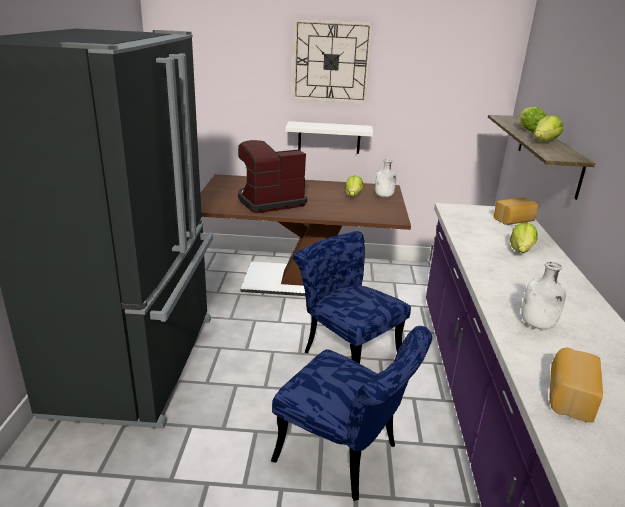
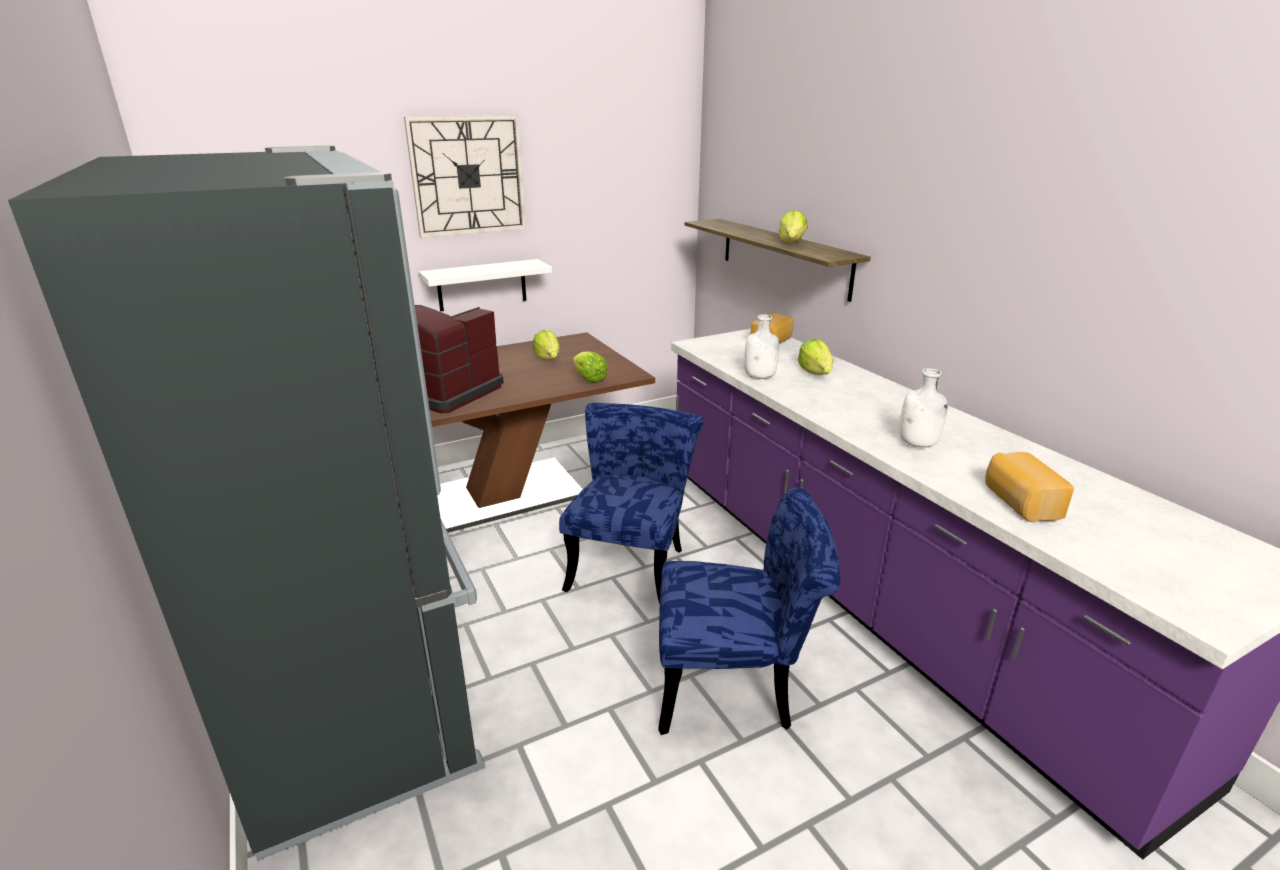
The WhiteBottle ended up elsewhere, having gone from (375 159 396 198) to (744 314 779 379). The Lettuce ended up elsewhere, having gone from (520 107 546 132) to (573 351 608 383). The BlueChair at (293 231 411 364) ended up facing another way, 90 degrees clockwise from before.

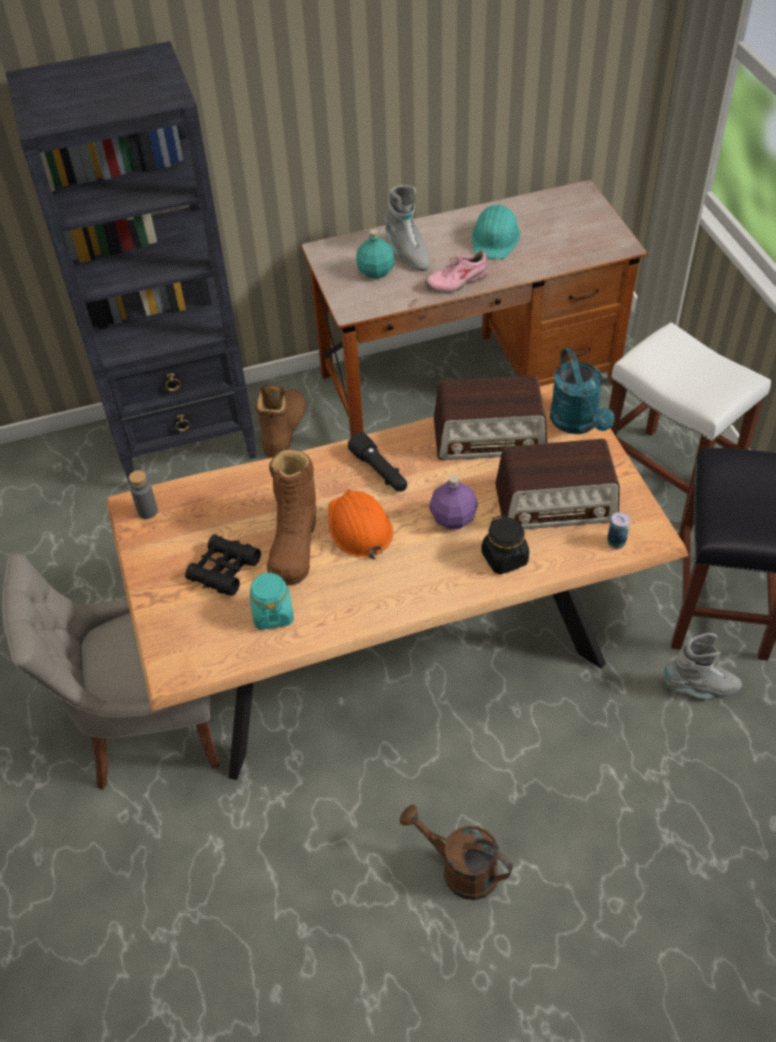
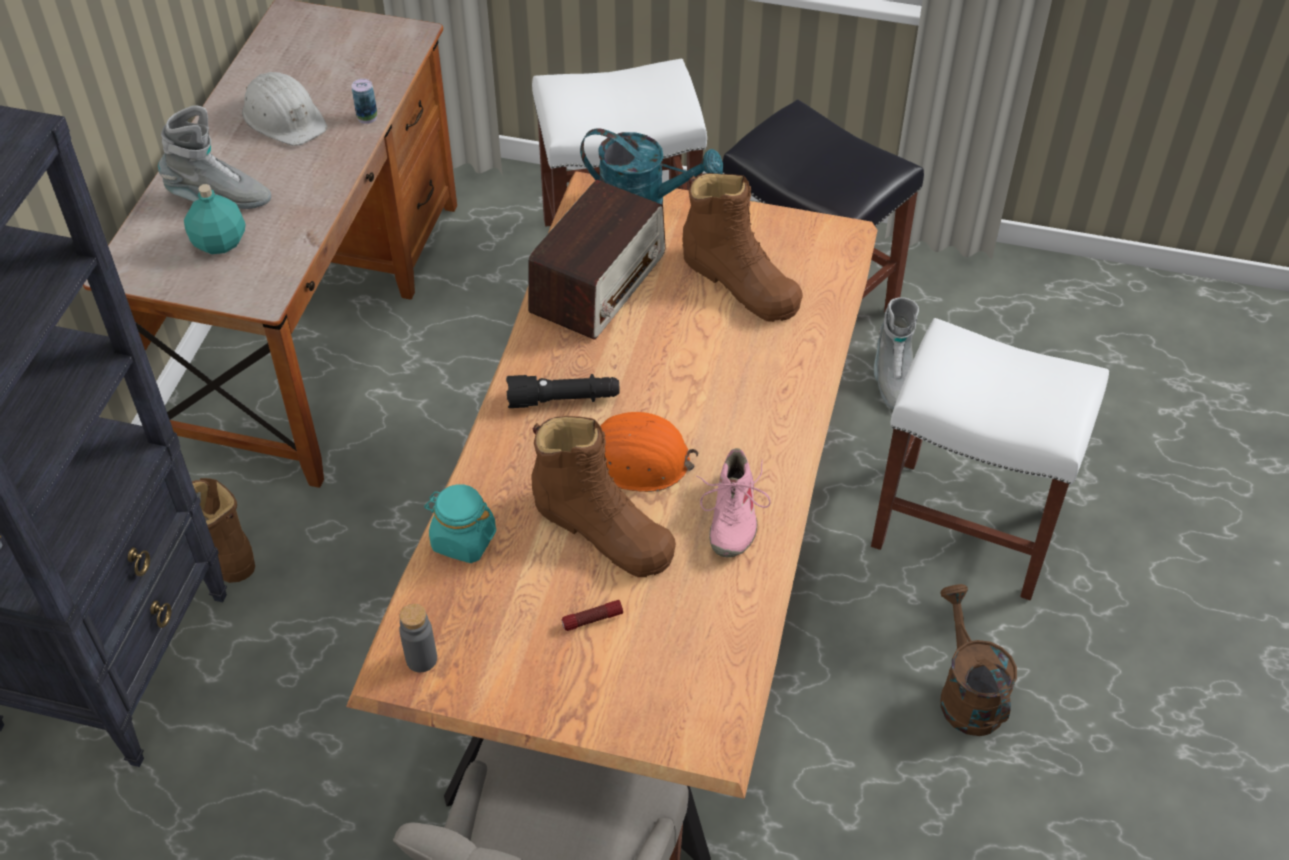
The second view lost the PurpleBottle at (429 475 478 529). The second view lost the BlackJar at (481 515 529 574). The second view gained the WhiteStool at (871 318 1109 600). The TurquoiseJar ended up elsewhere, having gone from (250 570 294 630) to (424 484 496 563). The PinkShoe ended up elsewhere, having gone from (425 250 489 293) to (696 448 771 558). The Can ended up elsewhere, having gone from (607 512 630 549) to (352 79 377 124). Where the BlackBinoculars stood at (185 534 261 596), the Flashlight came to stand at (561 600 623 631). Where the Radio stood at (495 439 620 529), the BrownBoot came to stand at (682 173 803 322). What was the TurquoiseHardHat at (472 205 520 259) turned into the WhiteHardHat at (242 72 327 146). The BrownWateringCan at (399 805 513 900) ended up facing another way, 105 degrees clockwise from before. The GreyBoot at (664 633 742 699) ended up facing another way, 150 degrees clockwise from before.

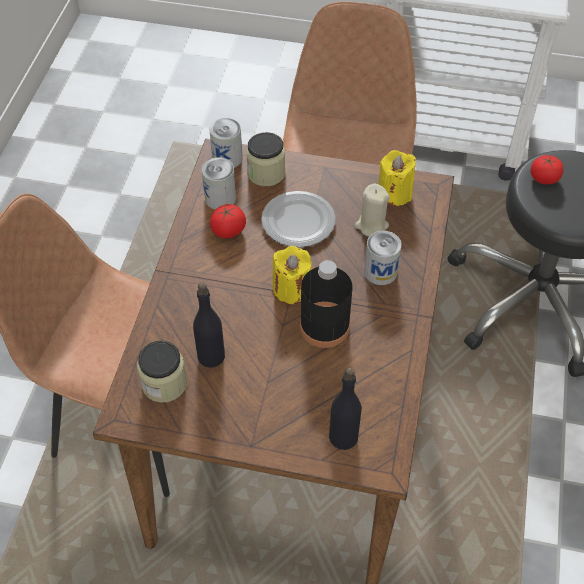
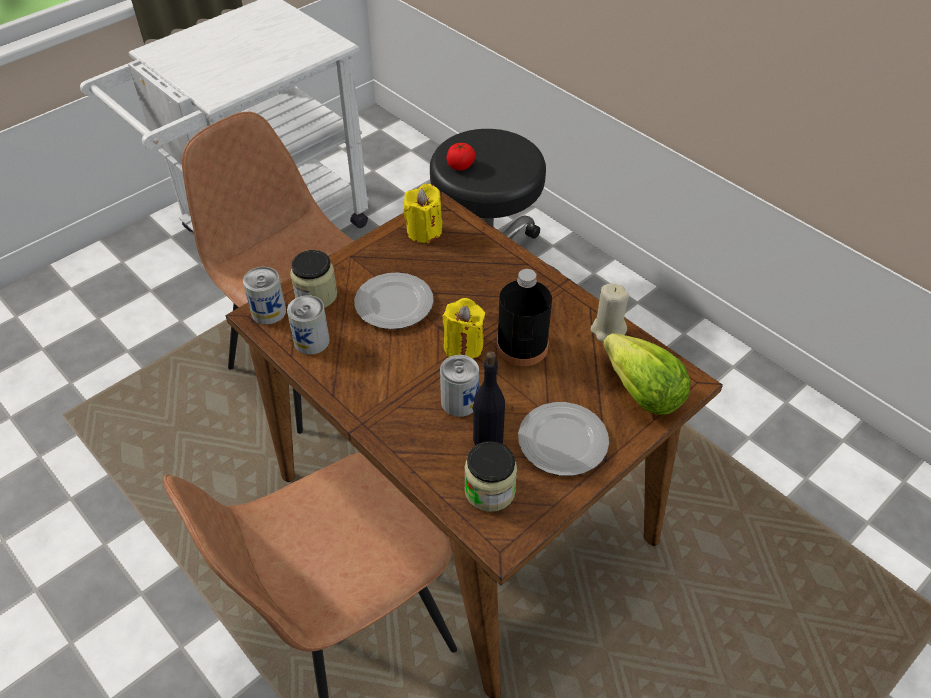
The second view lost the Tomato at (210 204 246 238). The second view gained the Plate at (518 402 609 476). The BeigeCandle ended up elsewhere, having gone from (355 184 390 237) to (591 283 629 341). The Can ended up elsewhere, having gone from (364 231 401 285) to (440 355 479 417). Where the BlackBottle stood at (329 367 362 450), the Lettuce came to stand at (603 333 691 415).

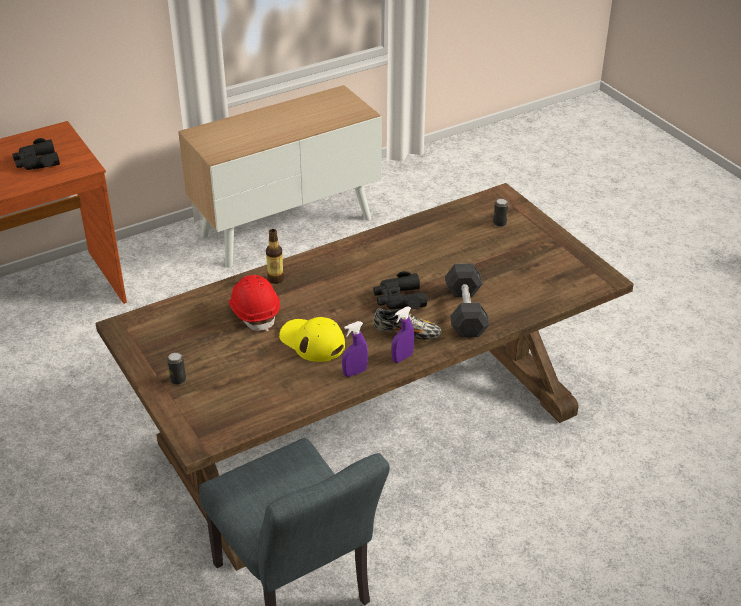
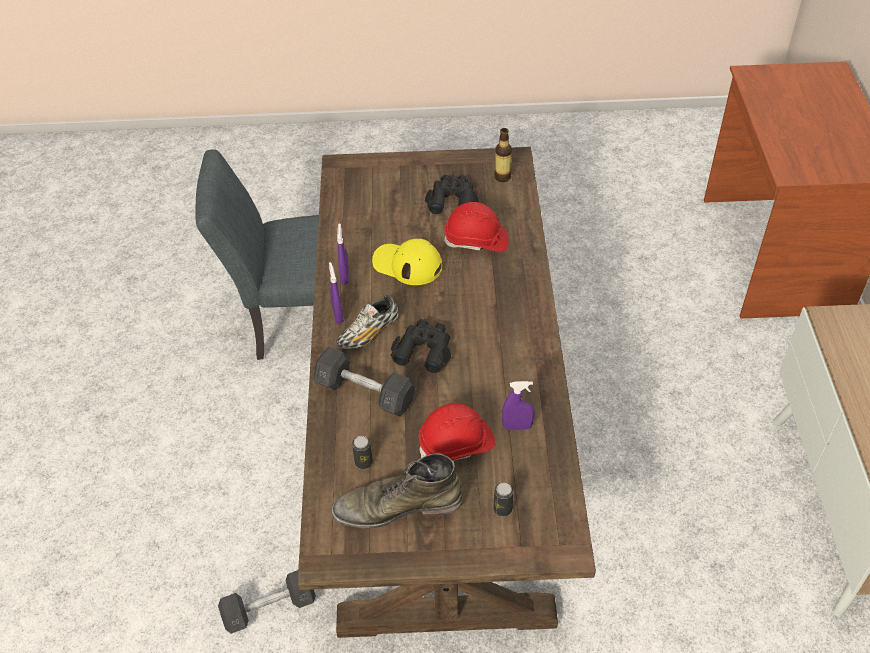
The second view gained the GreyDumbbell at (218 570 316 634). The second view gained the GreenBoot at (331 453 463 528). The second view gained the RedHardHat at (419 403 496 460). The second view gained the PurpleSprayBottle at (502 381 535 430). The BlackBinoculars ended up elsewhere, having gone from (12 138 60 170) to (425 175 479 214). The Can ended up elsewhere, having gone from (167 352 186 385) to (352 436 373 469). The Bottle ended up elsewhere, having gone from (266 229 284 284) to (494 128 512 182). The YellowCap at (279 317 345 362) ended up facing another way, 135 degrees counterclockwise from before.

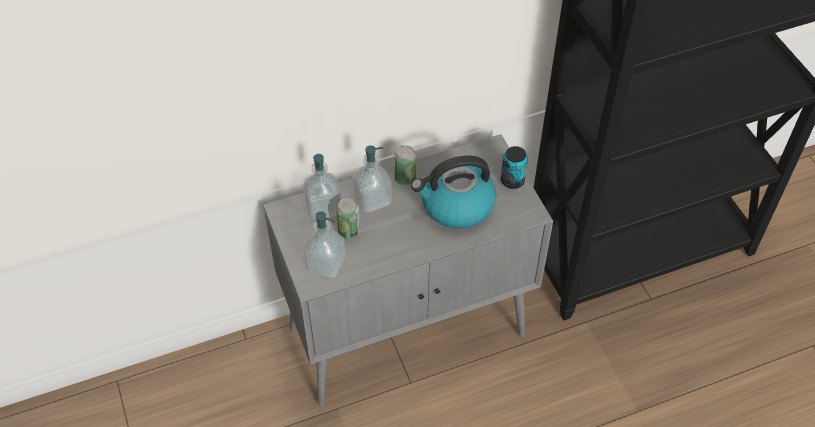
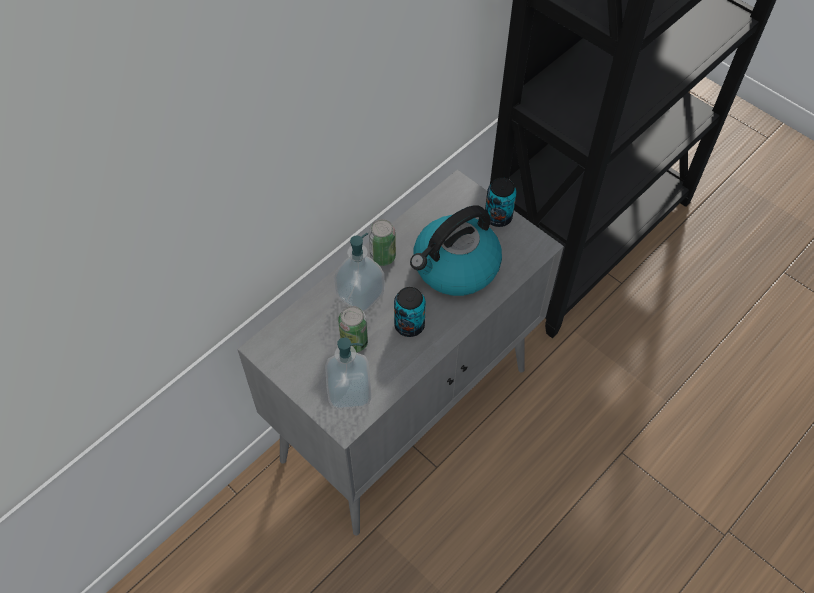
The second view lost the SoapDispenser at (304 154 341 220). The second view gained the Can at (394 287 426 337).

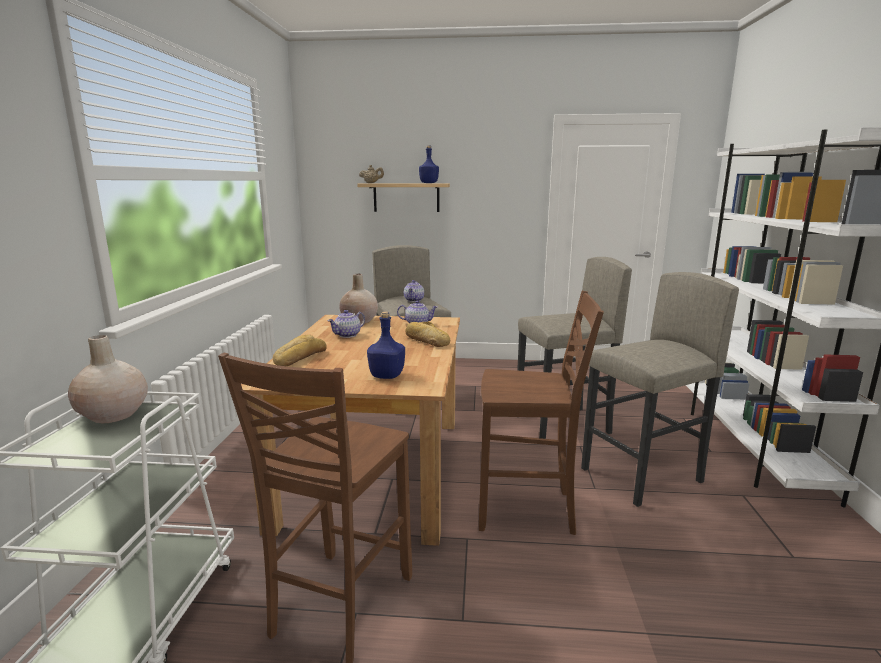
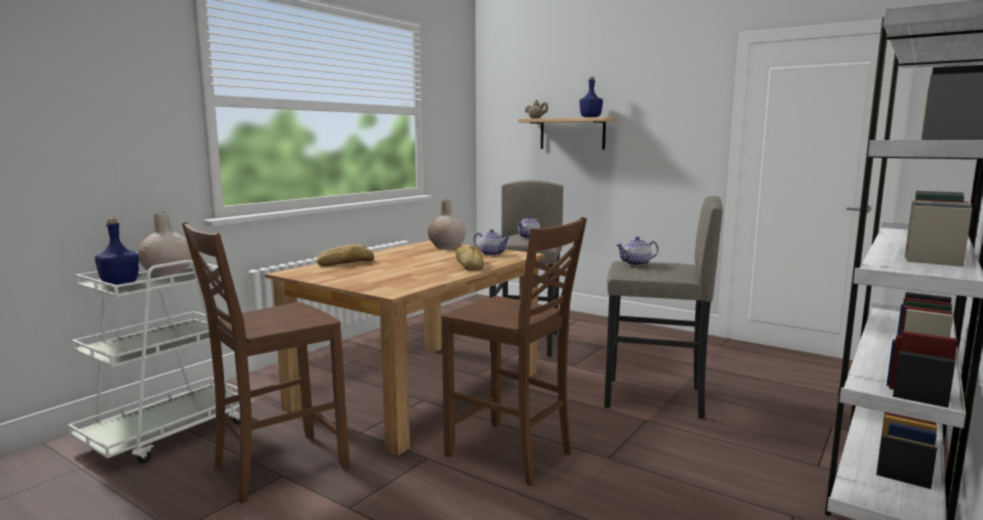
The second view lost the GreyStool at (581 272 739 507). The Teapot ended up elsewhere, having gone from (328 310 365 338) to (616 237 658 266). The BlueBottle ended up elsewhere, having gone from (367 311 405 379) to (95 218 139 285).

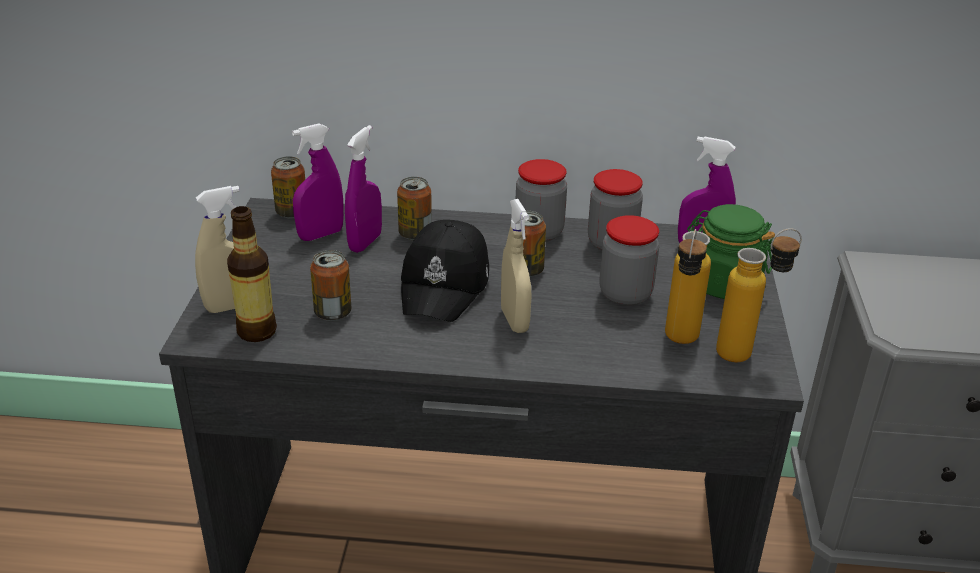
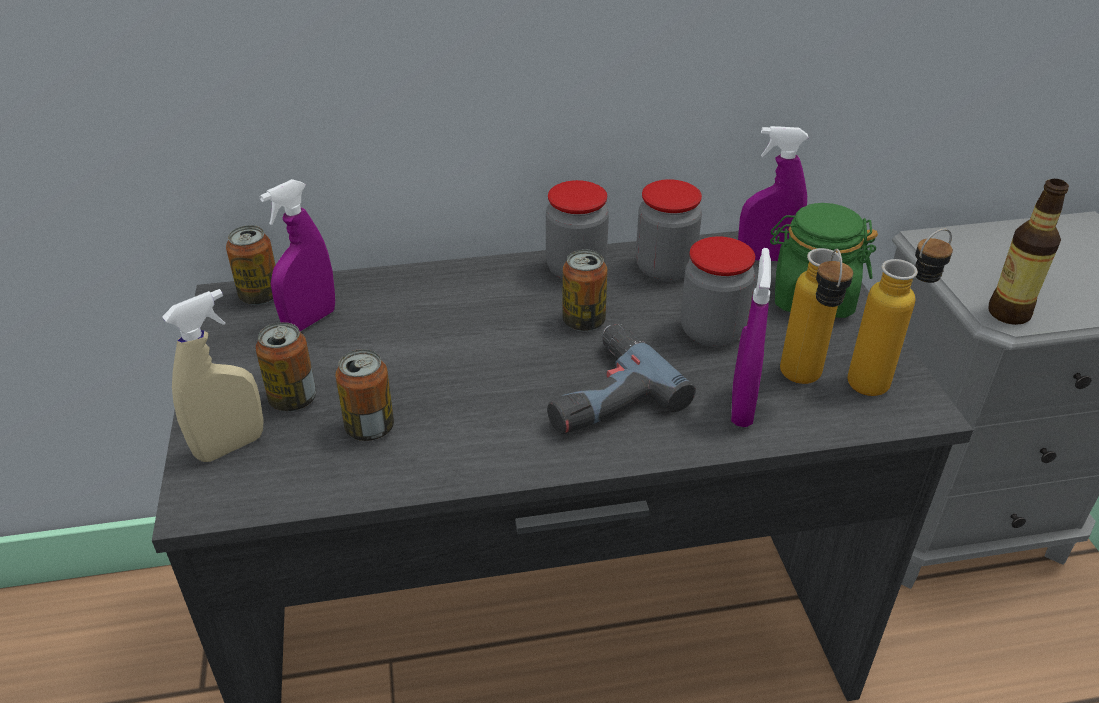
The second view lost the BlackCap at (401 220 489 322). The Bottle ended up elsewhere, having gone from (227 206 277 342) to (989 179 1069 325). The PurpleSprayBottle ended up elsewhere, having gone from (345 125 382 253) to (731 248 771 427). The Can ended up elsewhere, having gone from (397 177 432 240) to (256 322 316 411). Where the BeigeSprayBottle stood at (501 199 532 333), the PowerDrill came to stand at (547 324 696 434).

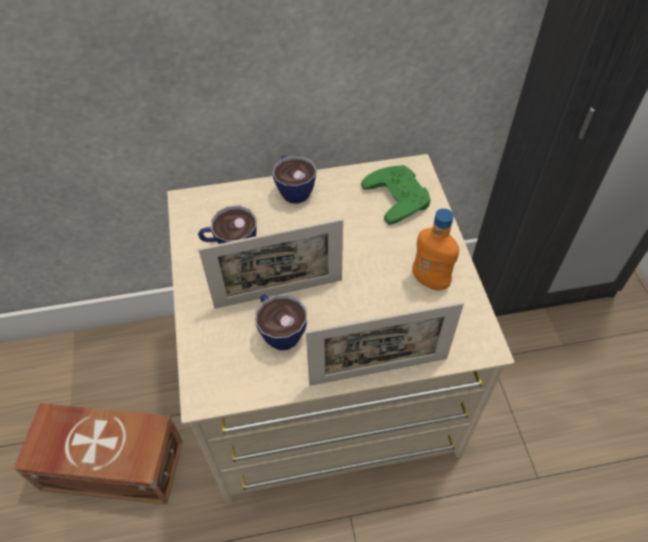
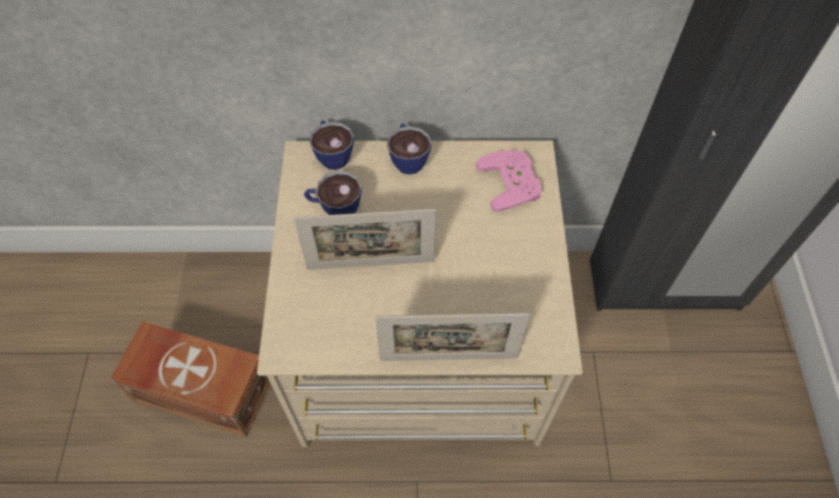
The second view lost the OrangeBottle at (412 208 459 291). The Cup ended up elsewhere, having gone from (255 294 307 350) to (309 120 354 170). What was the GreenGameController at (361 165 431 225) turned into the PinkGameController at (476 150 541 212).

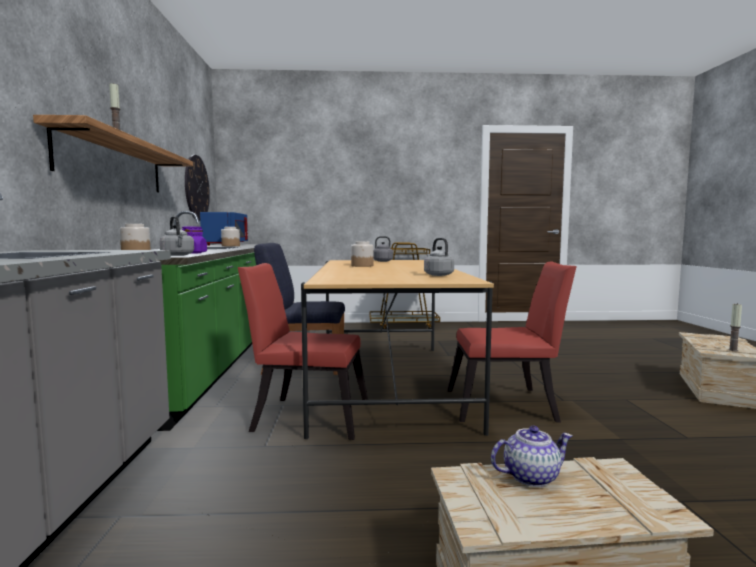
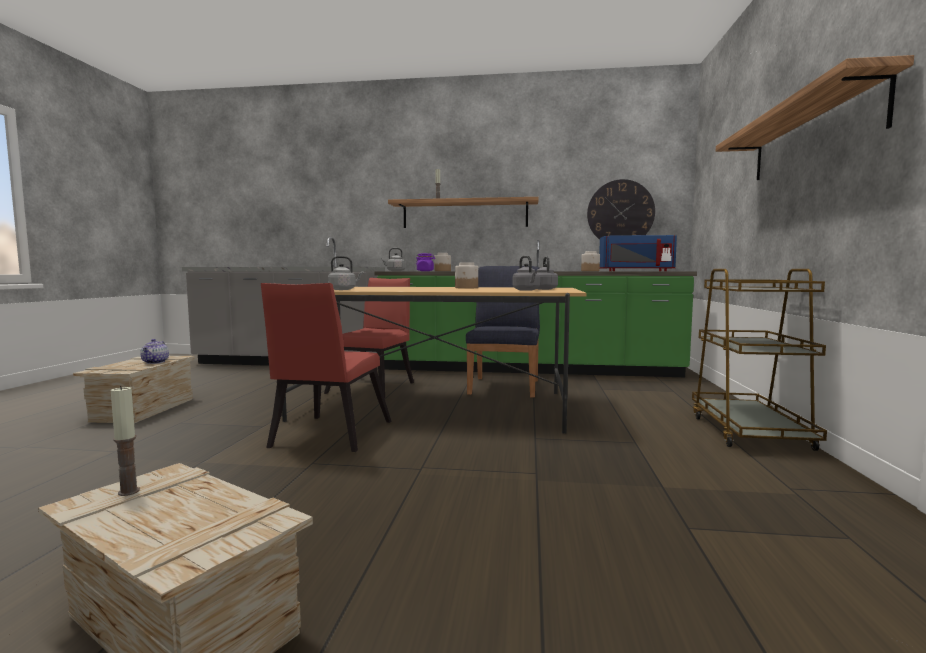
The second view gained the GreyKettle at (512 256 540 291). The second view gained the Shelf at (716 55 914 180).

